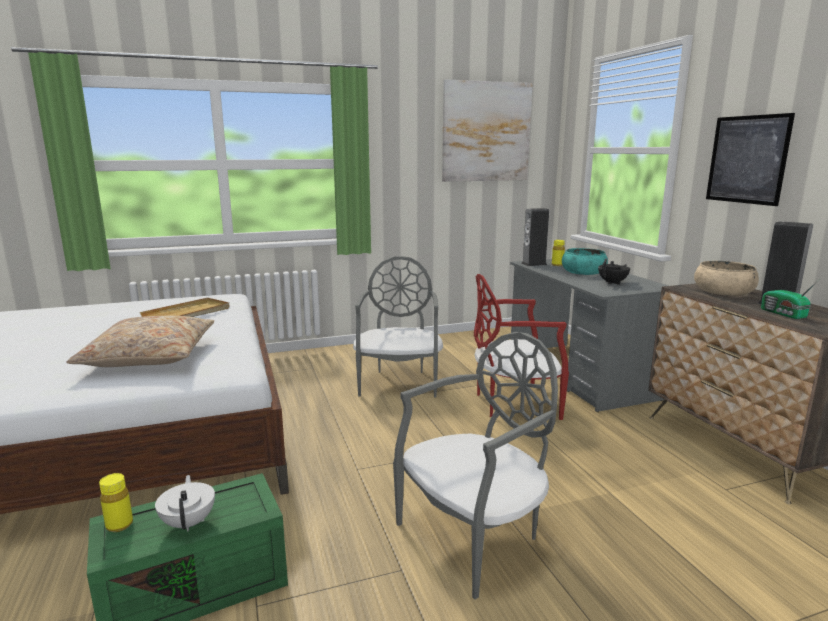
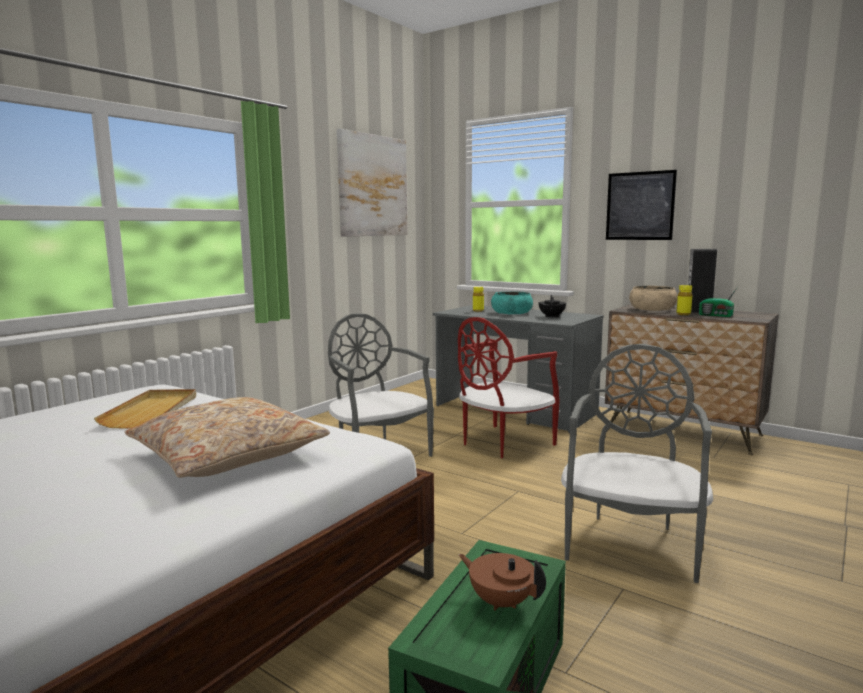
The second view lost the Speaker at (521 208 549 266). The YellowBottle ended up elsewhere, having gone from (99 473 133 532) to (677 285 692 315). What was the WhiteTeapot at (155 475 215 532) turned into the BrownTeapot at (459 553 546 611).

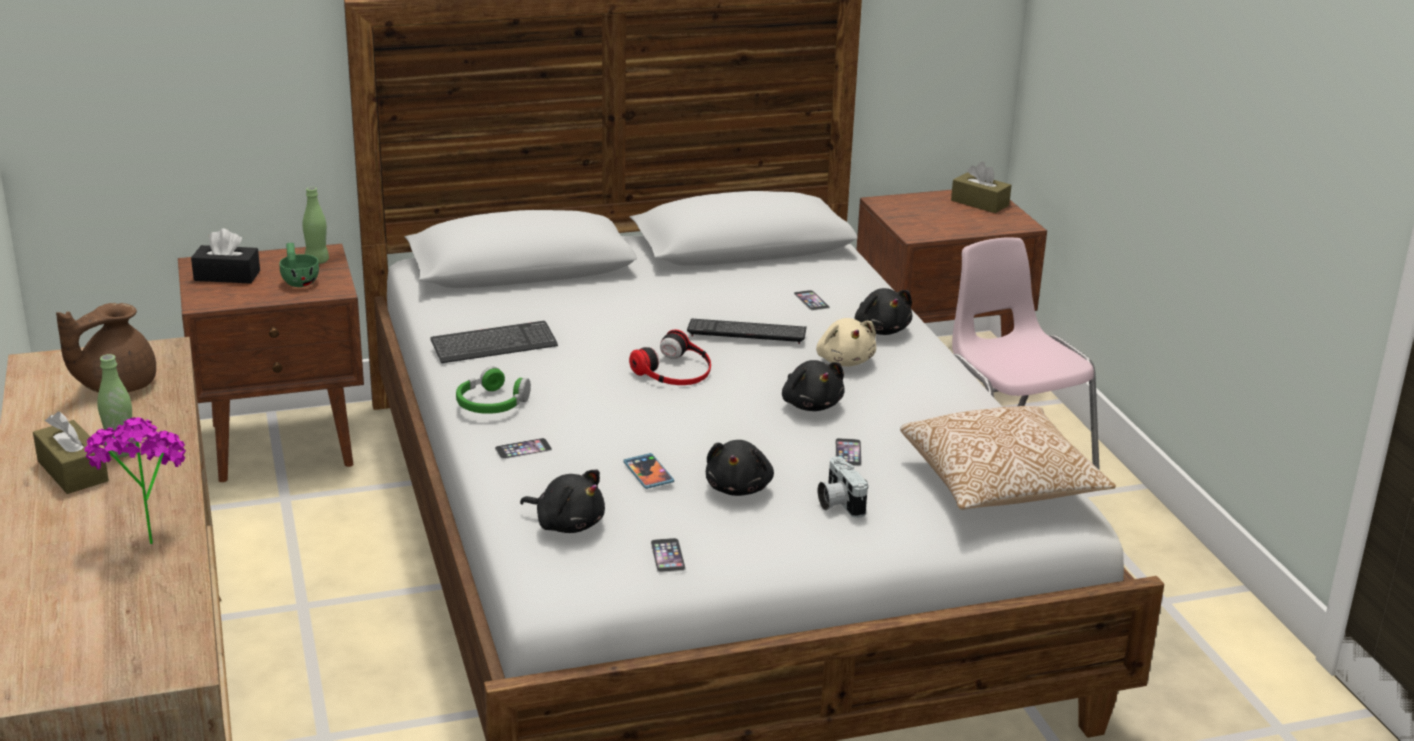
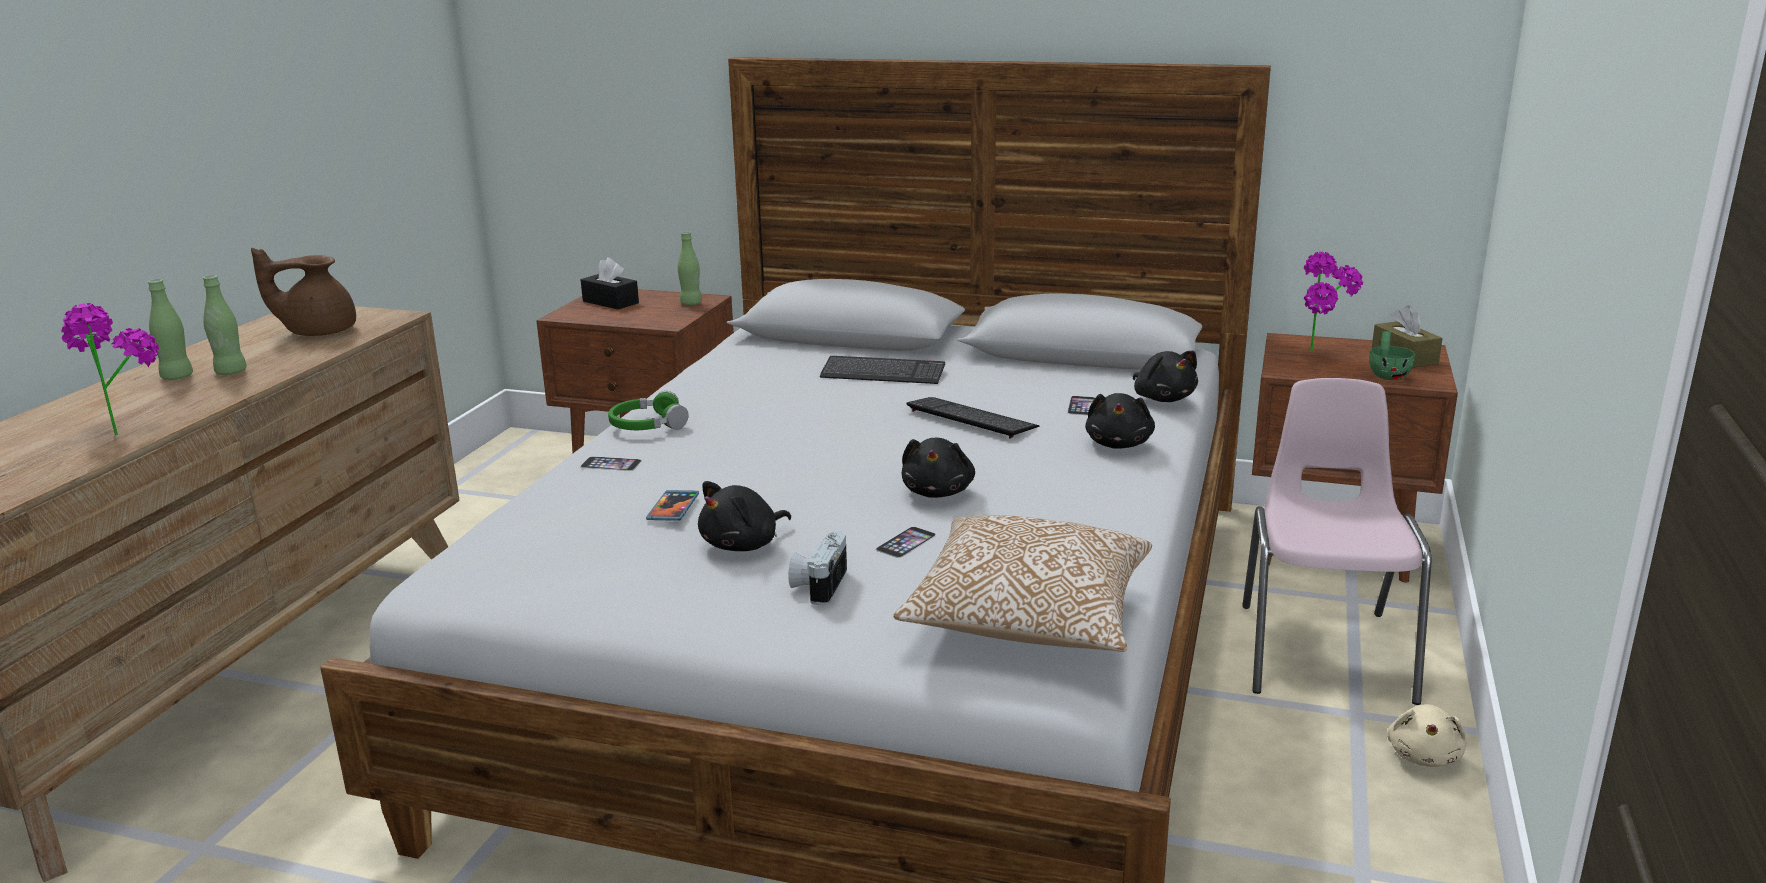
The second view lost the Headphones at (629 329 711 385). The second view lost the Phone at (651 538 686 573). The second view gained the PottedPlant at (1304 252 1363 352). The GreenCup ended up elsewhere, having gone from (279 243 319 287) to (1369 331 1415 380). The Keyboard ended up elsewhere, having gone from (430 321 558 363) to (820 356 945 384). The BlackPlushToy ended up elsewhere, having gone from (520 470 605 533) to (1133 351 1198 402). The BeigePlushToy ended up elsewhere, having gone from (816 318 876 367) to (1387 704 1467 767). Where the BrownTissueBox stood at (33 412 109 494), the GreenBottle came to stand at (148 279 193 380).

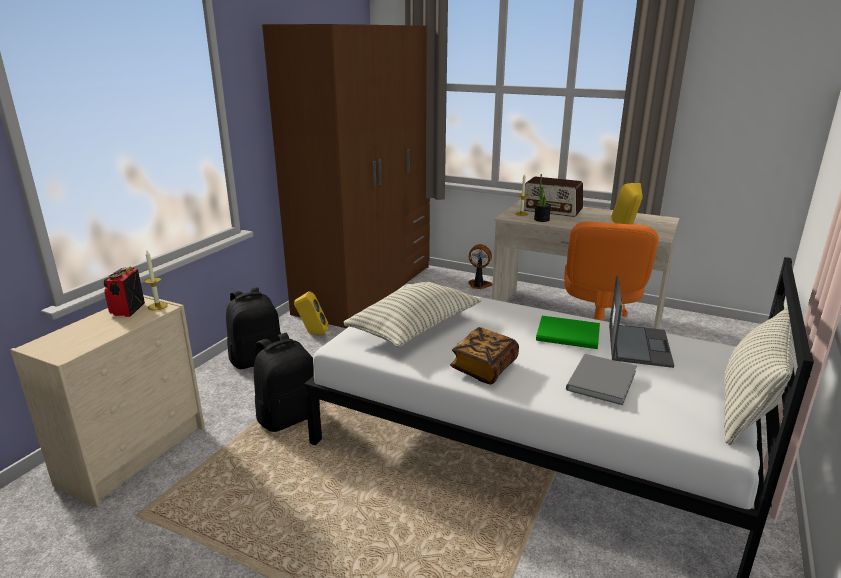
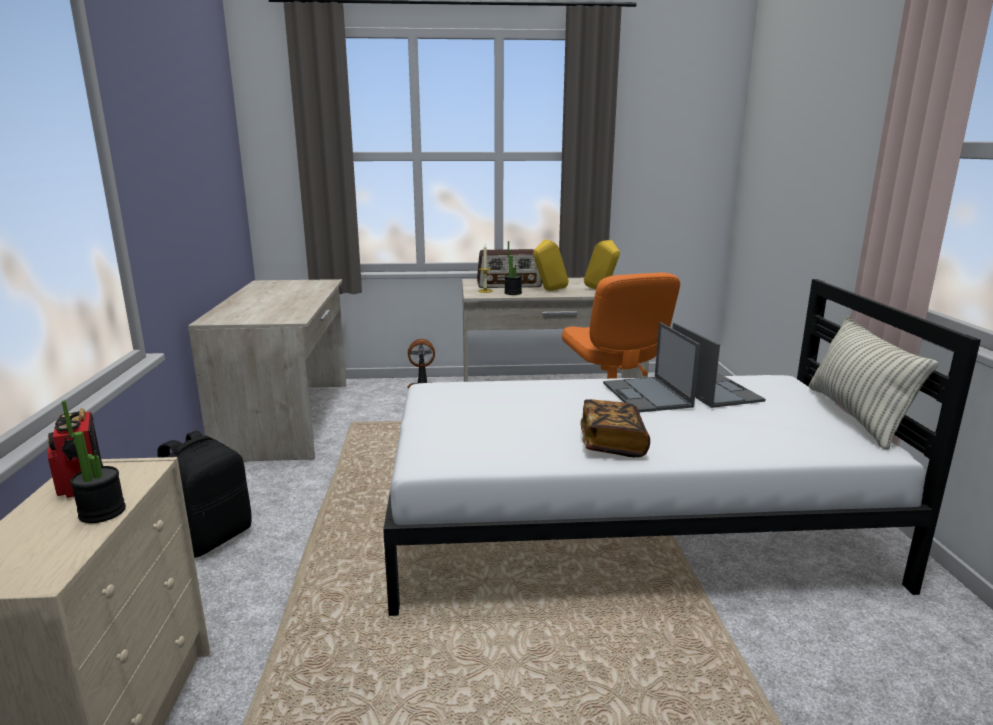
The second view lost the Candle at (144 251 168 310). The second view lost the BlackBackpack at (254 333 320 432). The second view lost the Pillow at (344 282 482 347). The second view lost the GreyBook at (566 354 637 405). The second view gained the PottedPlant at (62 401 126 523). The YellowSpeaker ended up elsewhere, having gone from (294 291 328 335) to (533 239 569 291). Where the BrownWardrobe stood at (262 24 430 329), the BeigeDesk came to stand at (188 279 346 461). Where the GreenBook stood at (536 316 600 349), the Laptop came to stand at (603 322 700 412).

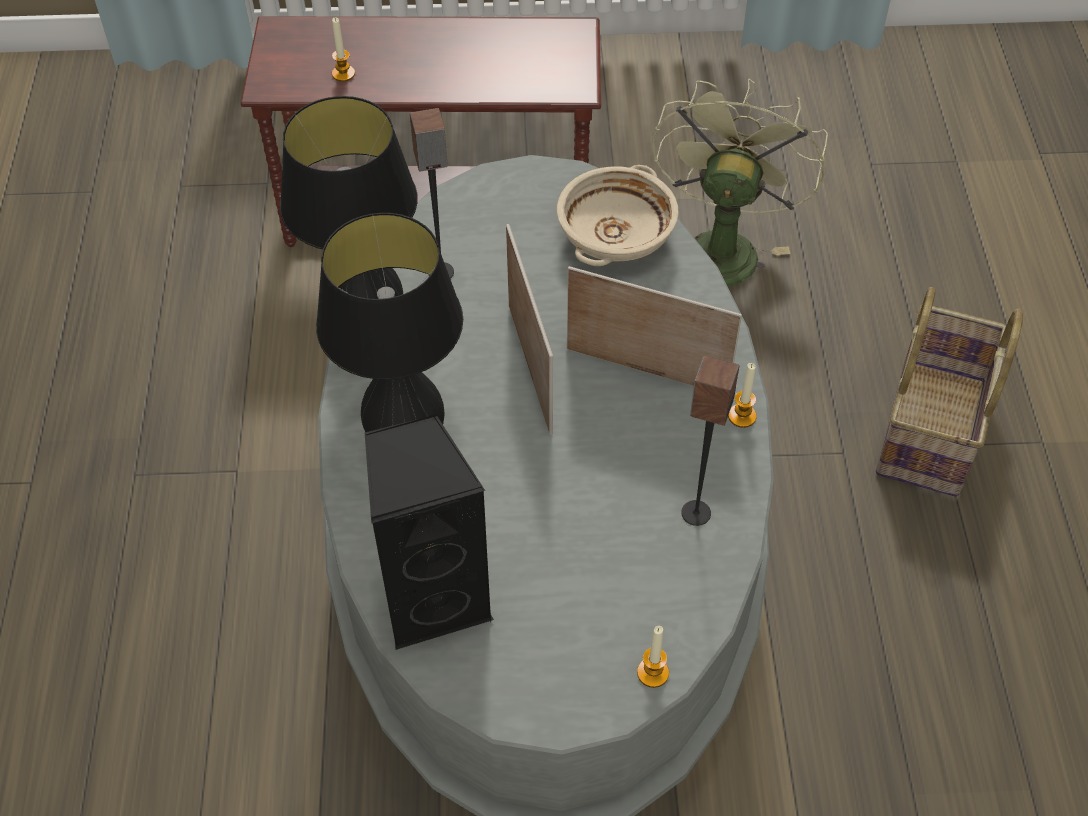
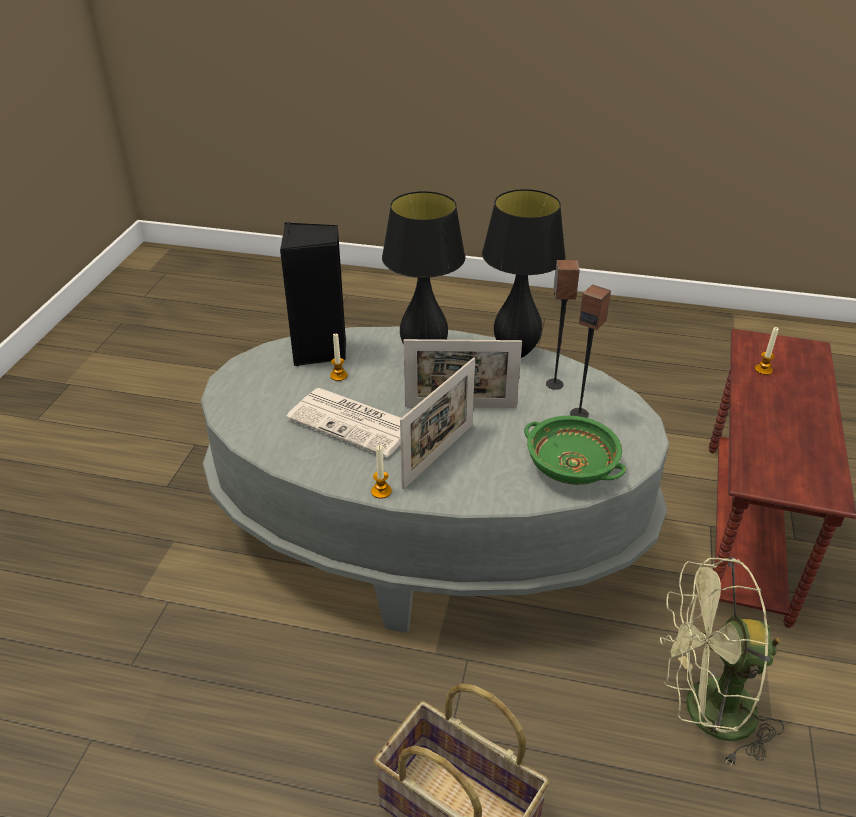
The second view gained the Newspaper at (286 388 401 458). The Candle ended up elsewhere, having gone from (637 626 669 688) to (330 333 348 381). The Speaker ended up elsewhere, having gone from (681 356 739 526) to (570 285 611 418). What was the BeigeBowl at (557 165 679 266) turned into the GreenBowl at (524 416 626 485). The GreenFan at (652 79 828 286) ended up facing another way, 150 degrees clockwise from before.

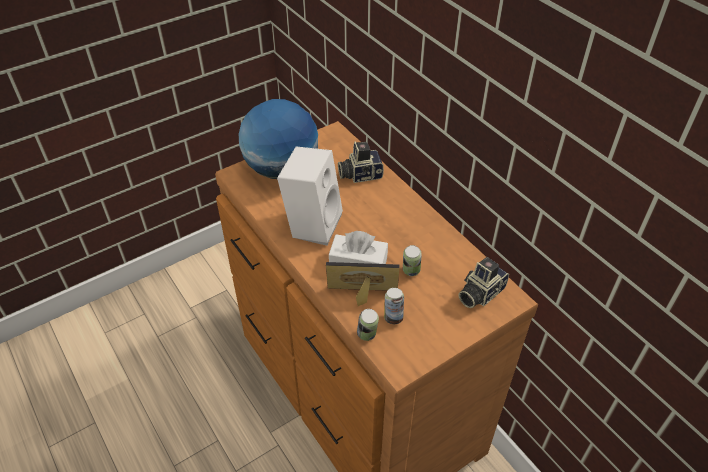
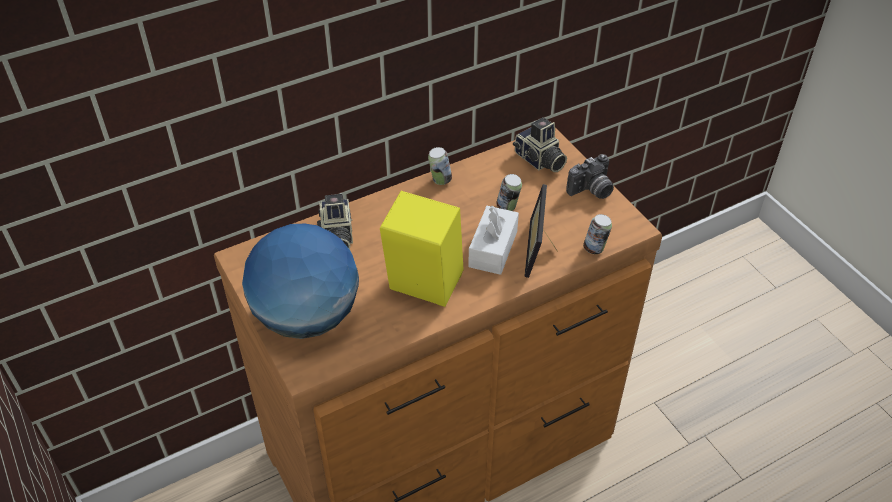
The second view gained the PhotoCamera at (566 154 614 199). The Can ended up elsewhere, having gone from (384 288 404 324) to (428 147 452 185). What was the WhiteSpeaker at (277 146 343 246) turned into the YellowSpeaker at (380 191 464 307).

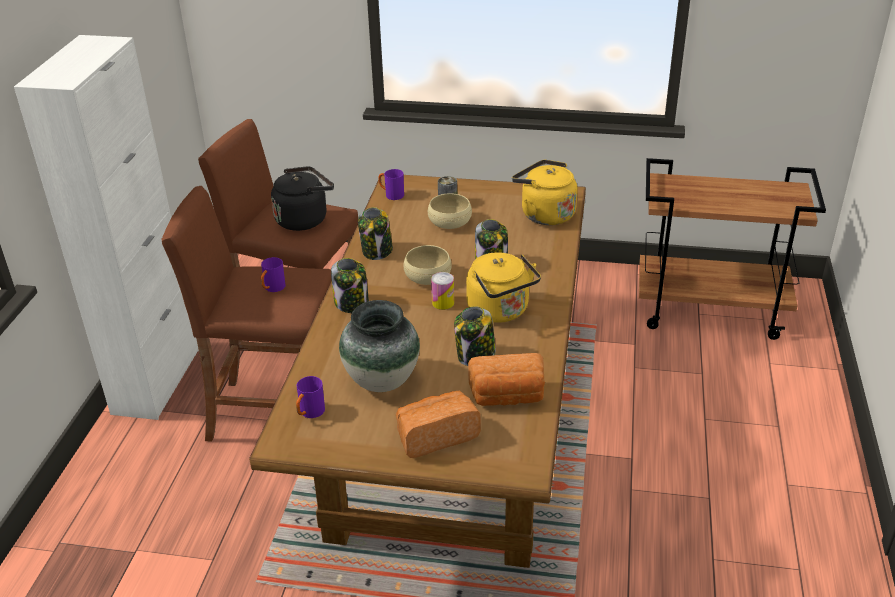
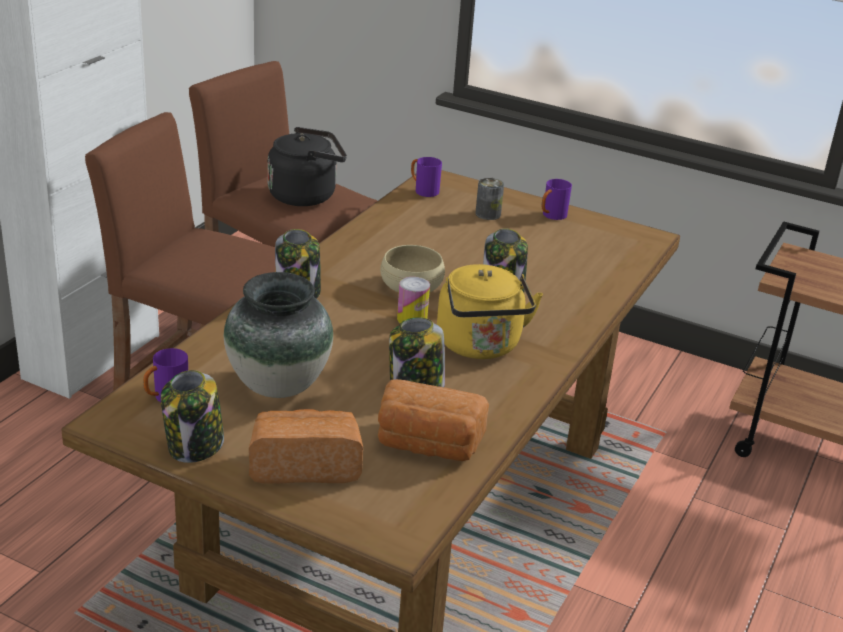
The second view lost the BeigeBowl at (428 193 472 229). The second view lost the YellowKettle at (512 160 578 225). The PurpleMug ended up elsewhere, having gone from (261 257 285 292) to (542 179 572 220). The Jar ended up elsewhere, having gone from (358 207 393 260) to (161 370 224 463).

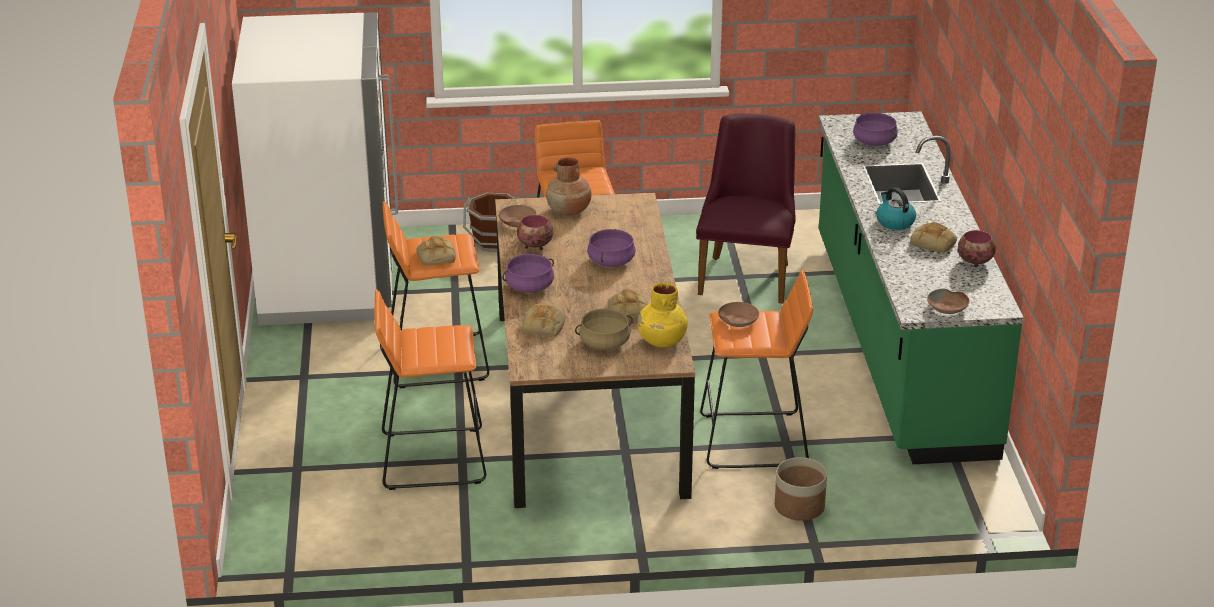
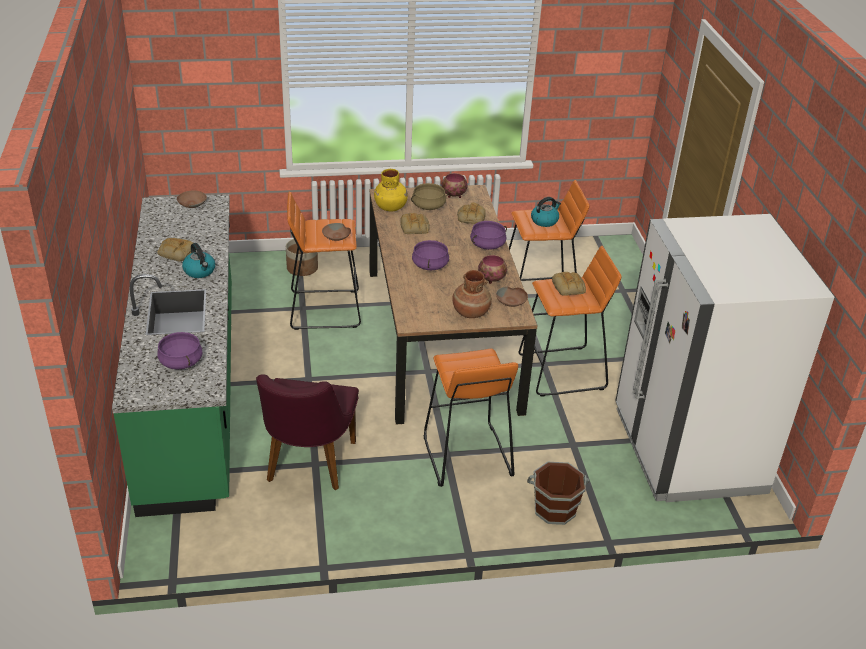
The second view gained the Kettle at (531 197 561 227). The Bowl ended up elsewhere, having gone from (958 230 996 267) to (442 173 467 198).

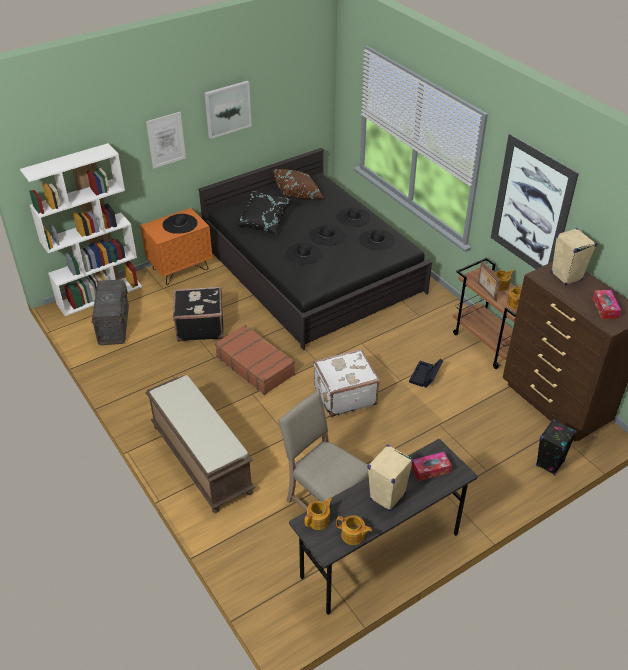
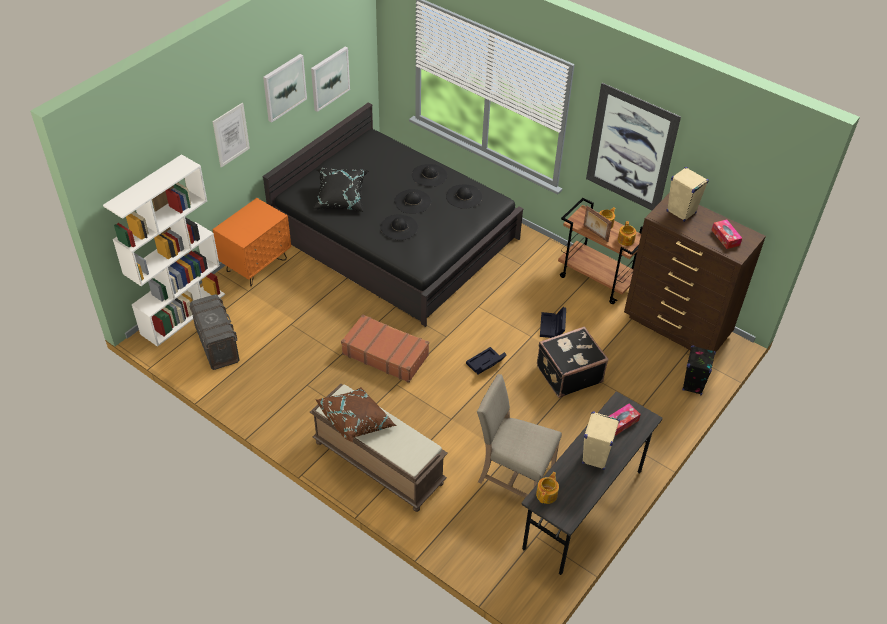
The second view lost the BlackHat at (163 214 197 234). The second view lost the Teapot at (336 515 372 545). The second view gained the Picture at (311 47 350 112). The BlackSuitcase ended up elsewhere, having gone from (173 286 224 342) to (537 326 609 398). The BrownPillow ended up elsewhere, having gone from (272 169 324 199) to (315 387 396 442). Where the WhiteSuitcase stood at (313 349 380 417), the BlackStorageBox came to stand at (466 347 507 375).

